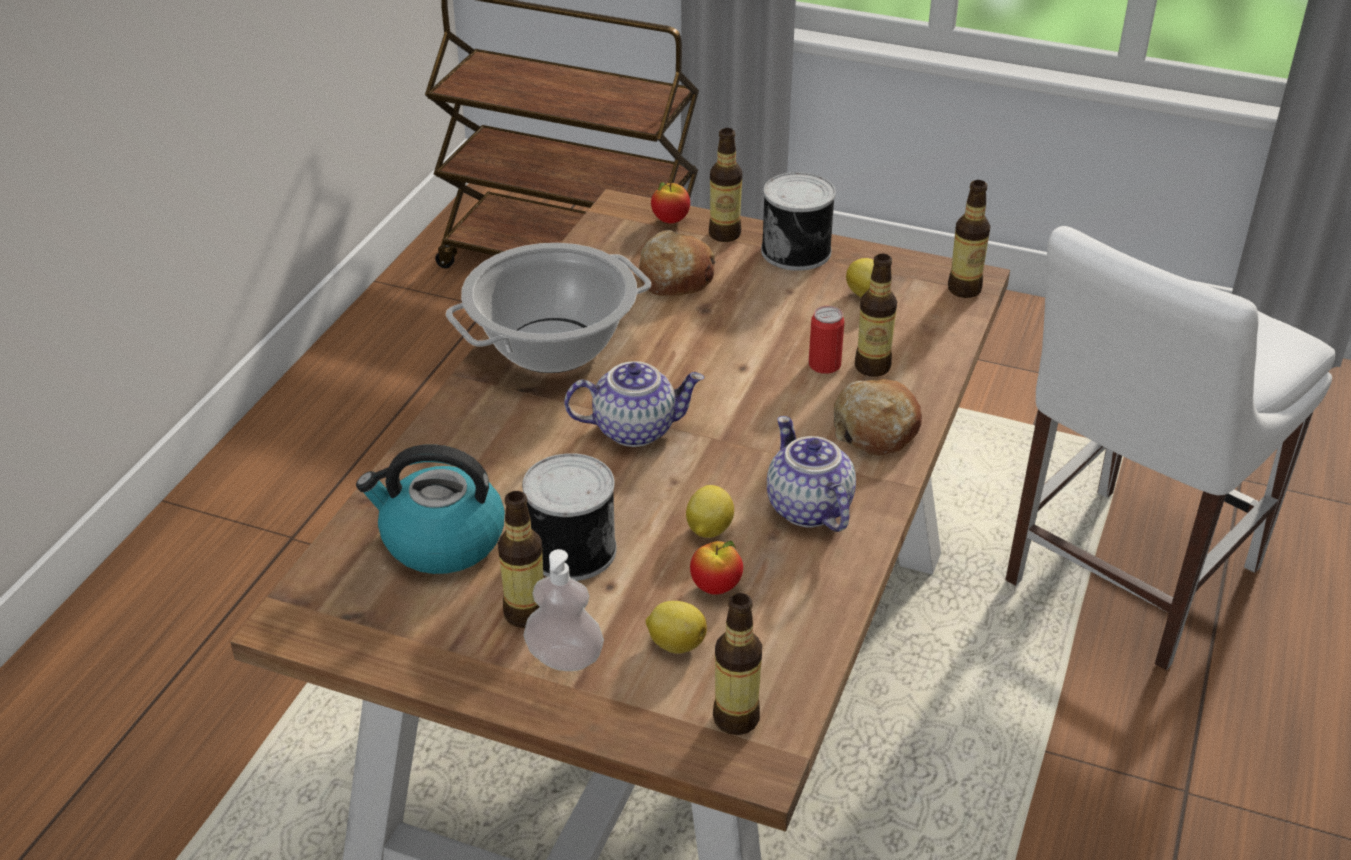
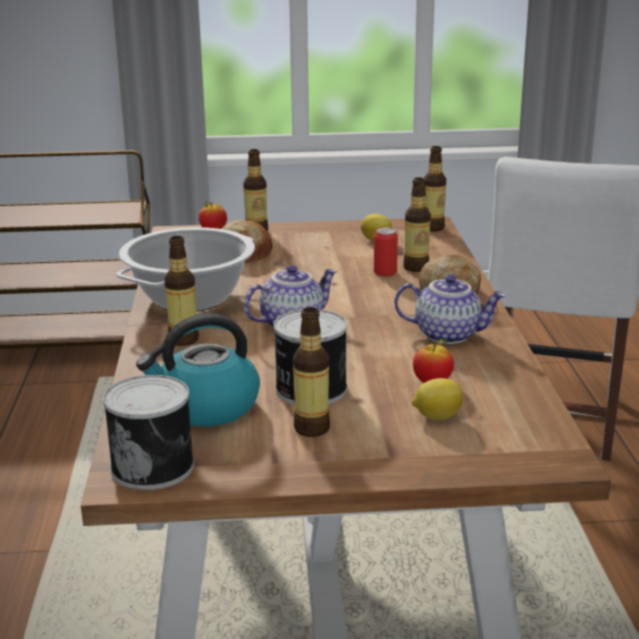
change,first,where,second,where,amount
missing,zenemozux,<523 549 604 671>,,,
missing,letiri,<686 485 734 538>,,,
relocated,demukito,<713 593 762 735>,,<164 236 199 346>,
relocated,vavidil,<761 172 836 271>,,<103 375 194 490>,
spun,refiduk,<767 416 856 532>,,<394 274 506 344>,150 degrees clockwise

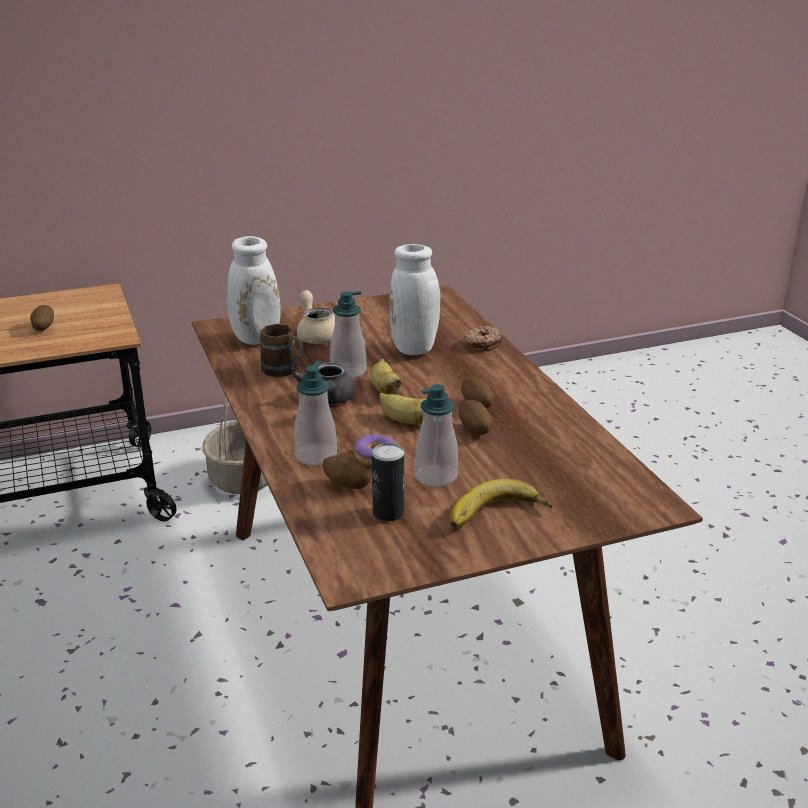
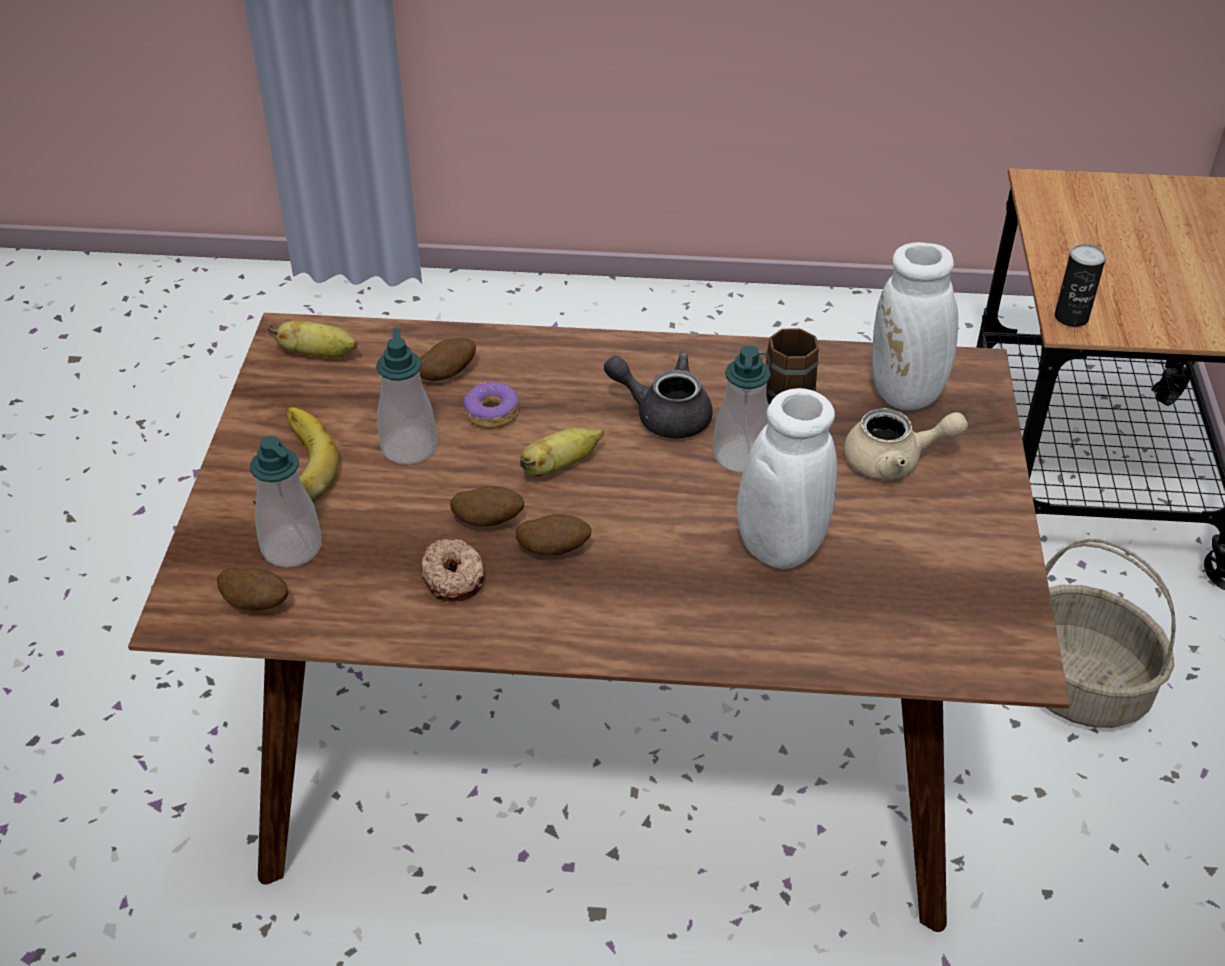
change,first,where,second,where,amount
relocated,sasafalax,<30 305 54 331>,,<217 568 288 611>,
relocated,zenemozux,<294 361 337 465>,,<250 436 322 567>,
relocated,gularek,<371 359 402 394>,,<268 321 358 358>,
relocated,vavidil,<372 443 404 521>,,<1055 244 1106 327>,
relocated,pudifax,<463 326 502 352>,,<421 539 485 602>,

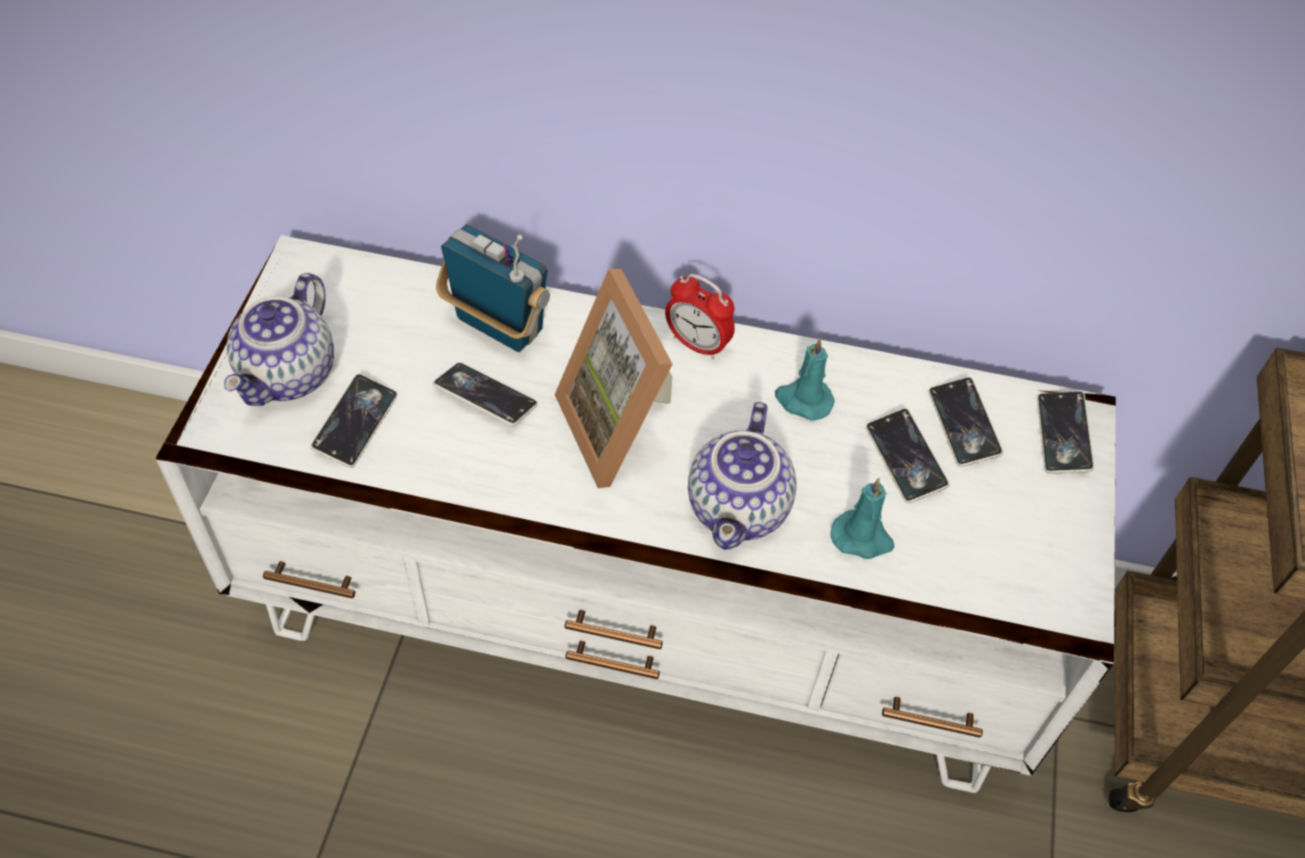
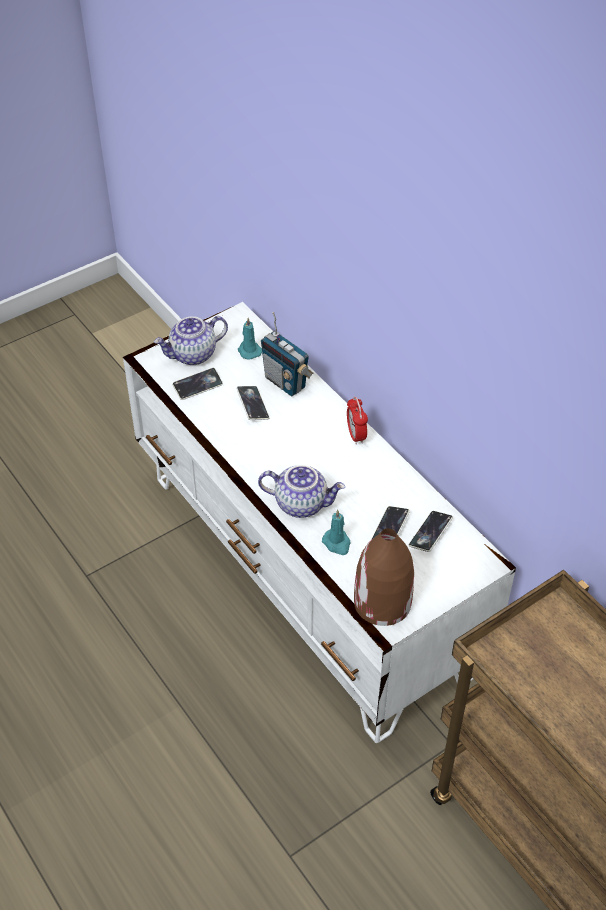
change,first,where,second,where,amount
missing,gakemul,<555 269 672 488>,,,
missing,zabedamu,<1037 391 1094 474>,,,
appeared,,,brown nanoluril,<354 528 414 626>,
relocated,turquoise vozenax,<775 338 835 421>,,<238 318 262 360>,
spun,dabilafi,<436 224 550 352>,,<261 312 313 396>,150 degrees clockwise
spun,refiduk,<688 402 796 550>,,<258 465 345 518>,135 degrees counterclockwise

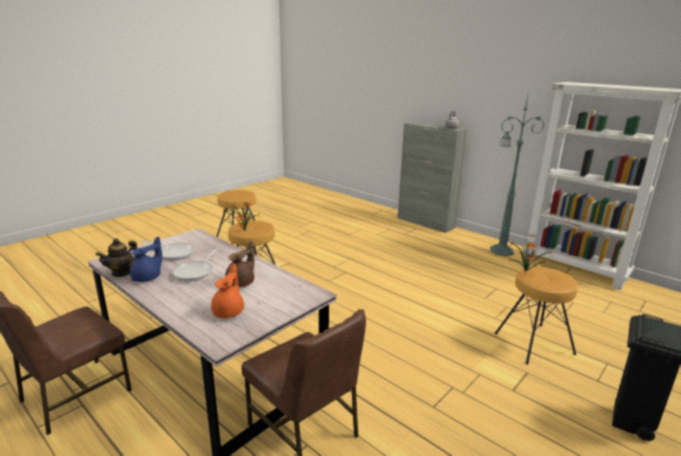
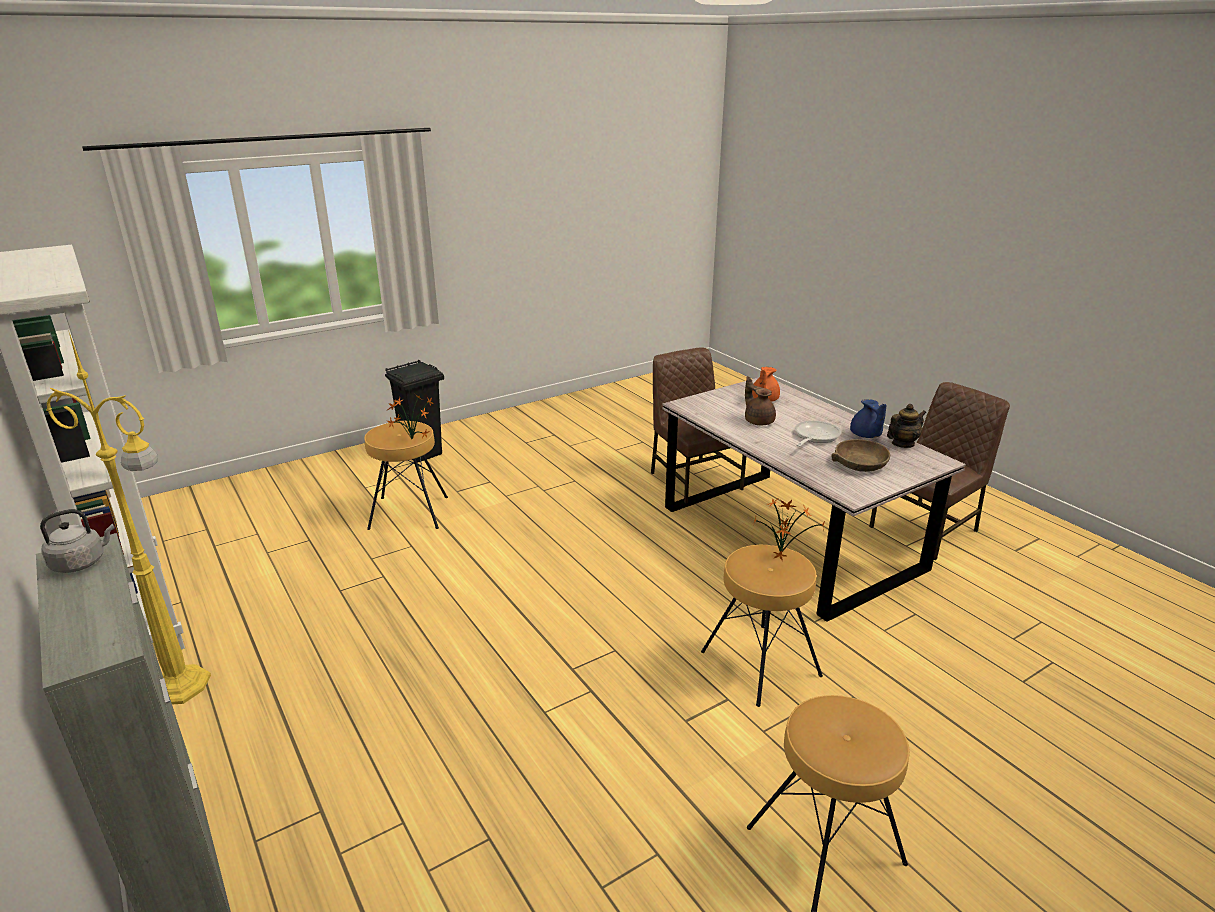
change,first,where,second,where,amount
exchanged,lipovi,<141 240 195 260>,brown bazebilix,<832 439 890 472>,
colour,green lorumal,<490 91 544 256>,yellow lorumal,<47 330 211 705>,
spun,blue refiduk,<130 236 162 282>,,<850 399 886 438>,60 degrees counterclockwise
spun,brown refiduk,<225 241 255 287>,,<745 376 776 425>,105 degrees clockwise

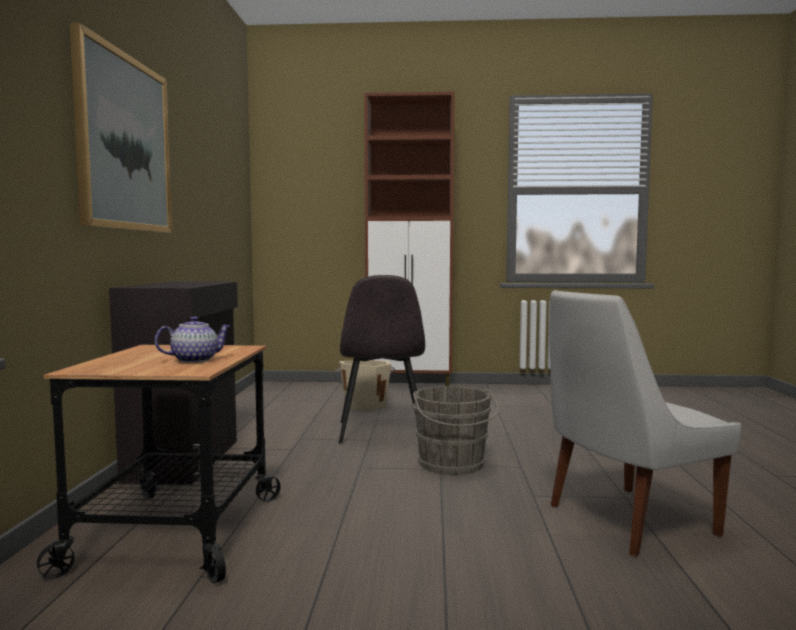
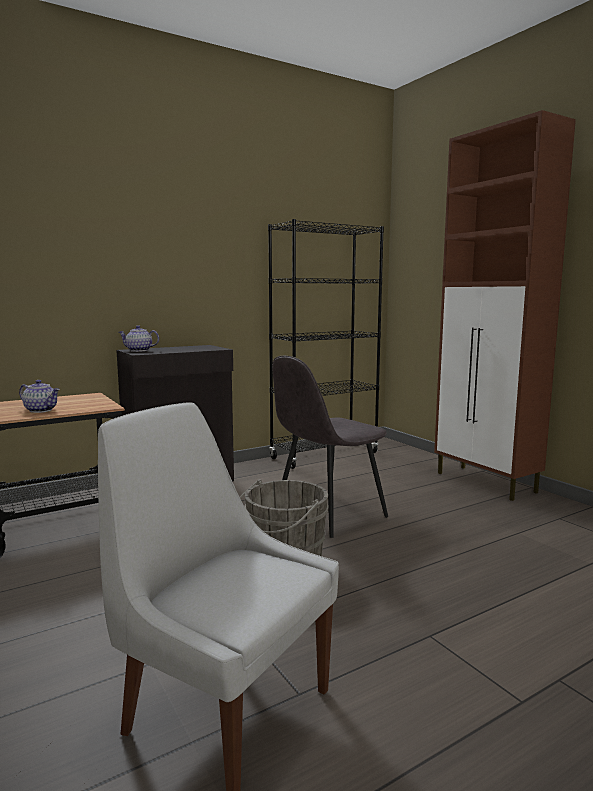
change,first,where,second,where,amount
missing,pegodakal,<70 22 172 233>,,,
missing,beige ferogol,<333 360 396 411>,,,
appeared,,,refiduk,<119 325 159 352>,
appeared,,,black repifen,<268 219 384 469>,

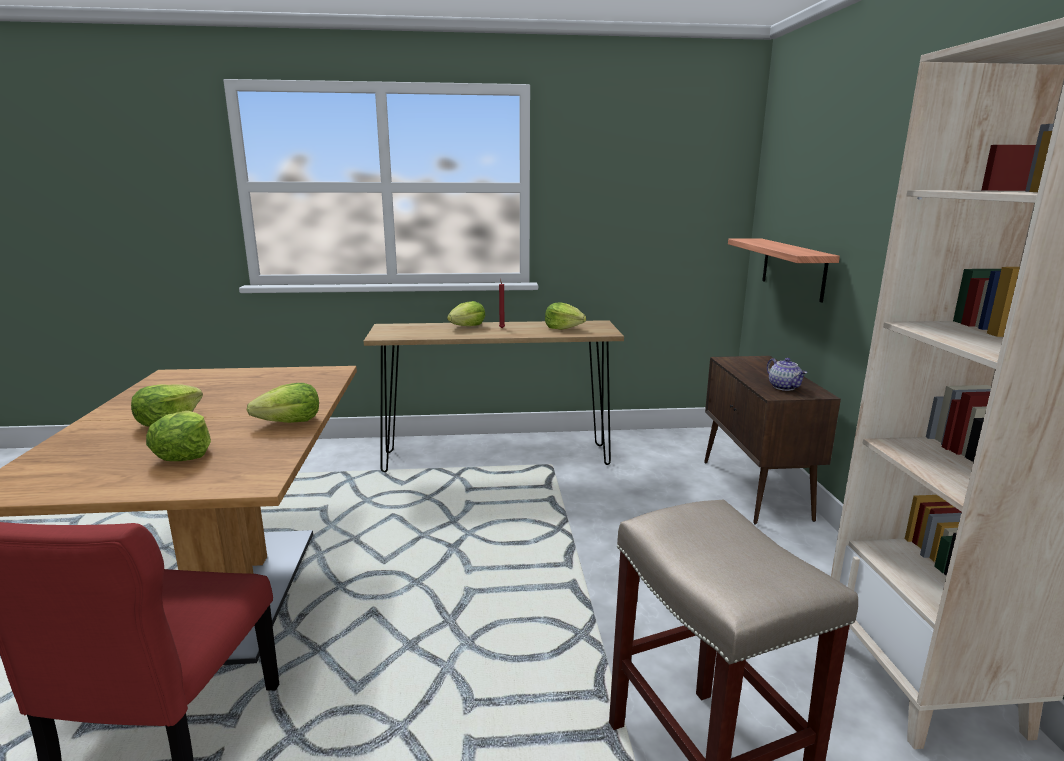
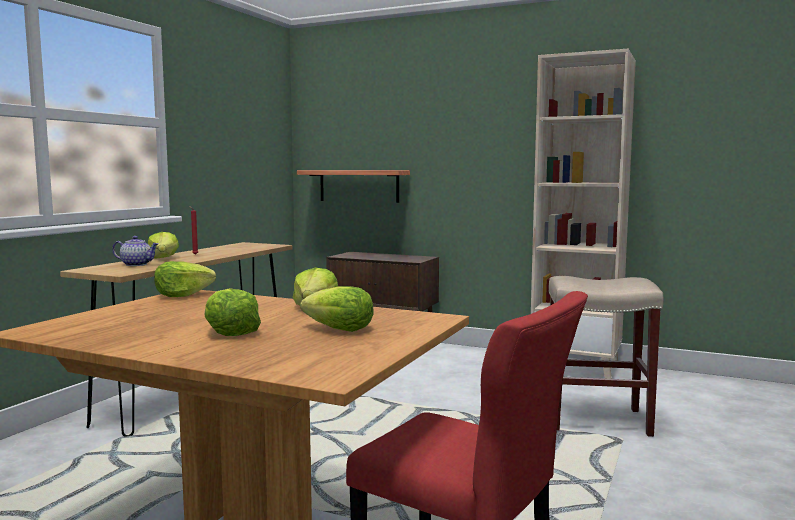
change,first,where,second,where,amount
relocated,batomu,<545 303 586 330>,,<154 261 216 297>,
relocated,refiduk,<767 358 807 391>,,<112 236 158 266>,

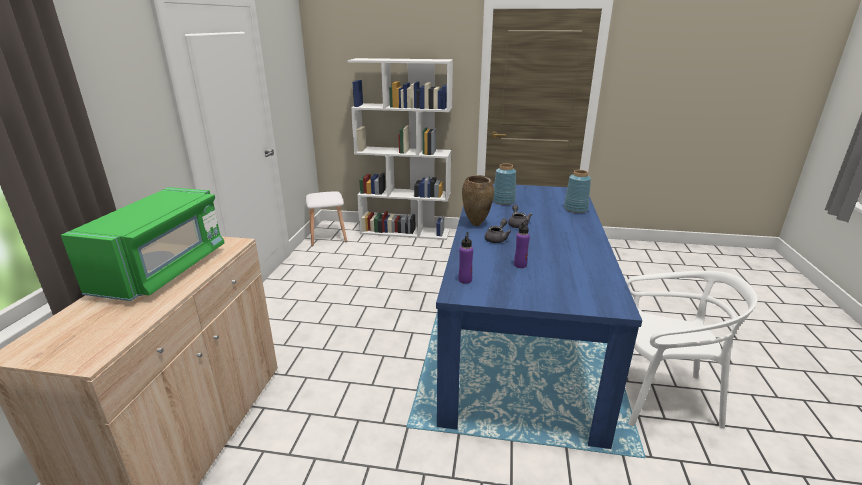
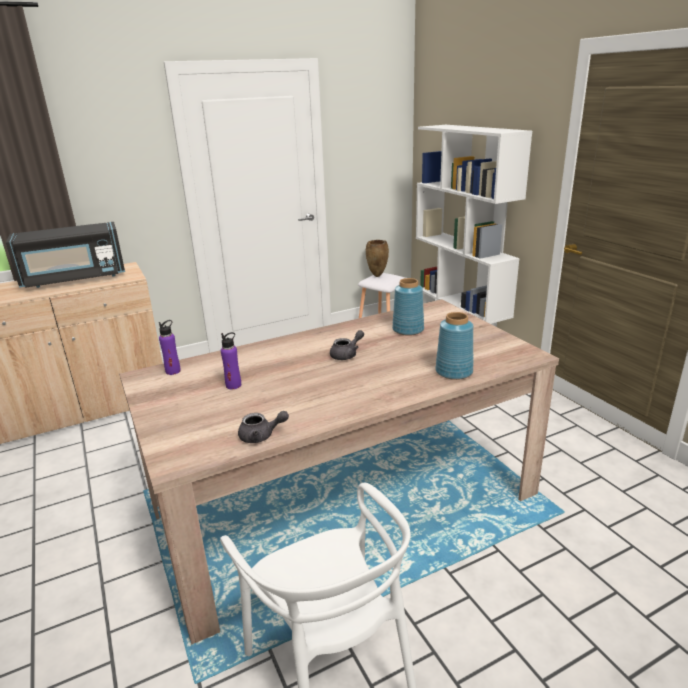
change,first,where,second,where,amount
relocated,brown nanoluril,<462 175 494 226>,,<366 240 389 277>,
relocated,grey refiduk,<485 218 511 243>,,<238 411 289 443>,
colour,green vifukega,<61 187 225 301>,black vifukega,<6 222 125 288>,
colour,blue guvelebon,<436 184 642 449>,beige guvelebon,<119 299 559 645>,

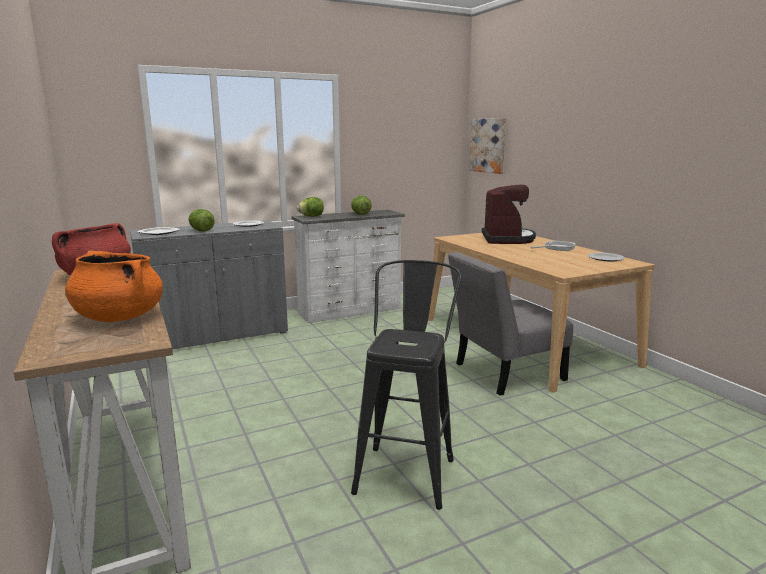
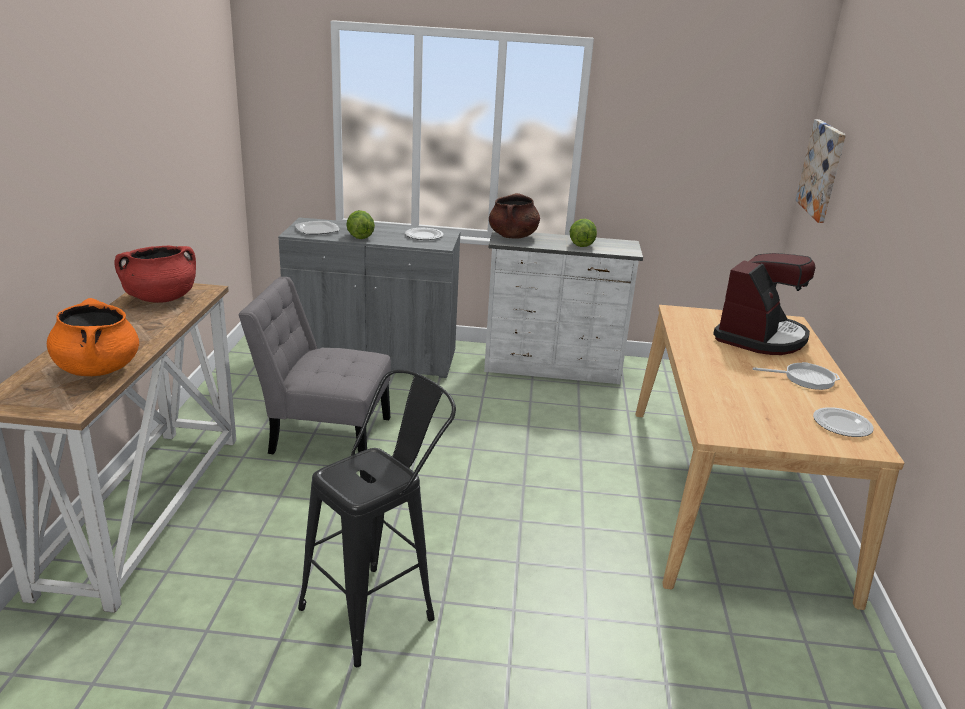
change,first,where,second,where,amount
relocated,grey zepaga,<448 252 573 396>,,<238 277 391 454>,
exchanged,batomu,<297 197 324 217>,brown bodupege,<489 193 540 239>,

